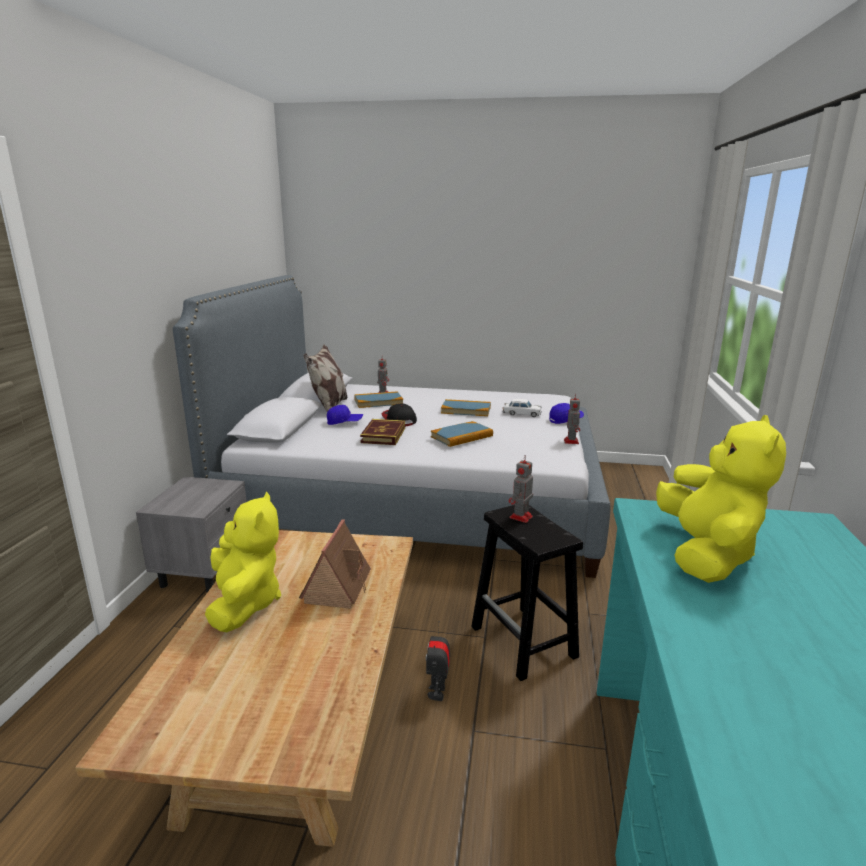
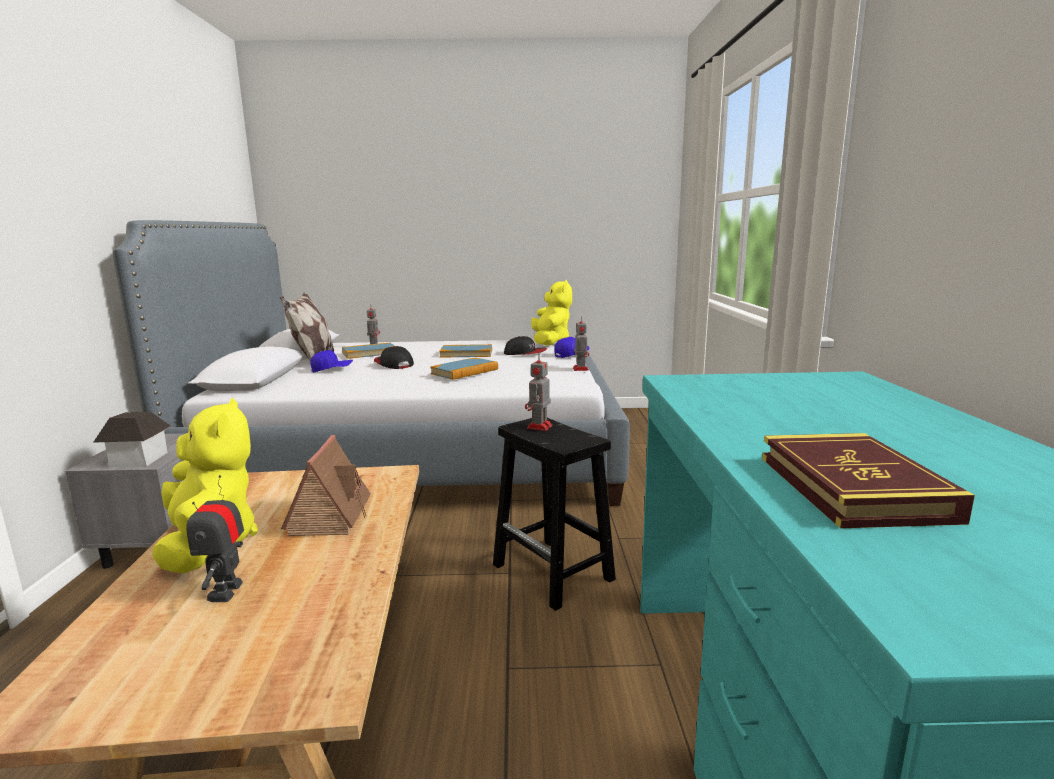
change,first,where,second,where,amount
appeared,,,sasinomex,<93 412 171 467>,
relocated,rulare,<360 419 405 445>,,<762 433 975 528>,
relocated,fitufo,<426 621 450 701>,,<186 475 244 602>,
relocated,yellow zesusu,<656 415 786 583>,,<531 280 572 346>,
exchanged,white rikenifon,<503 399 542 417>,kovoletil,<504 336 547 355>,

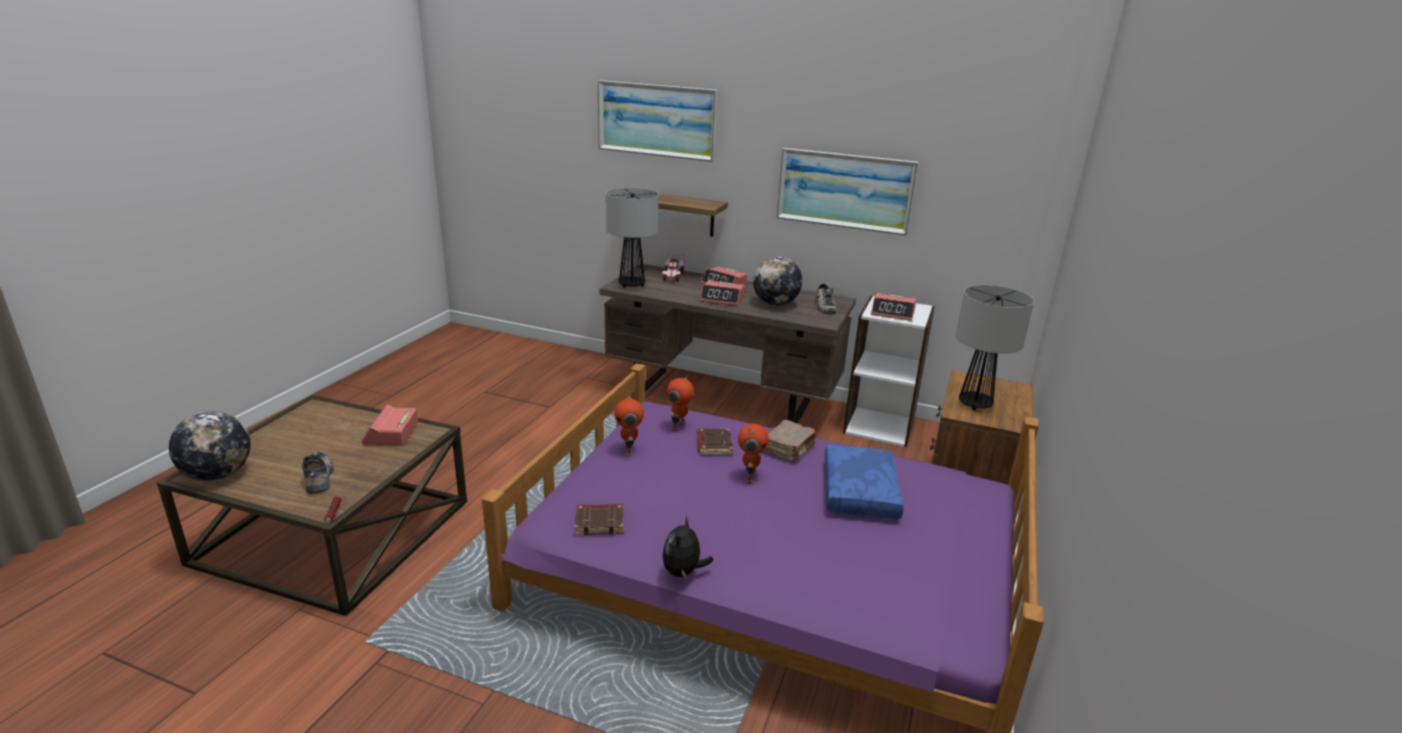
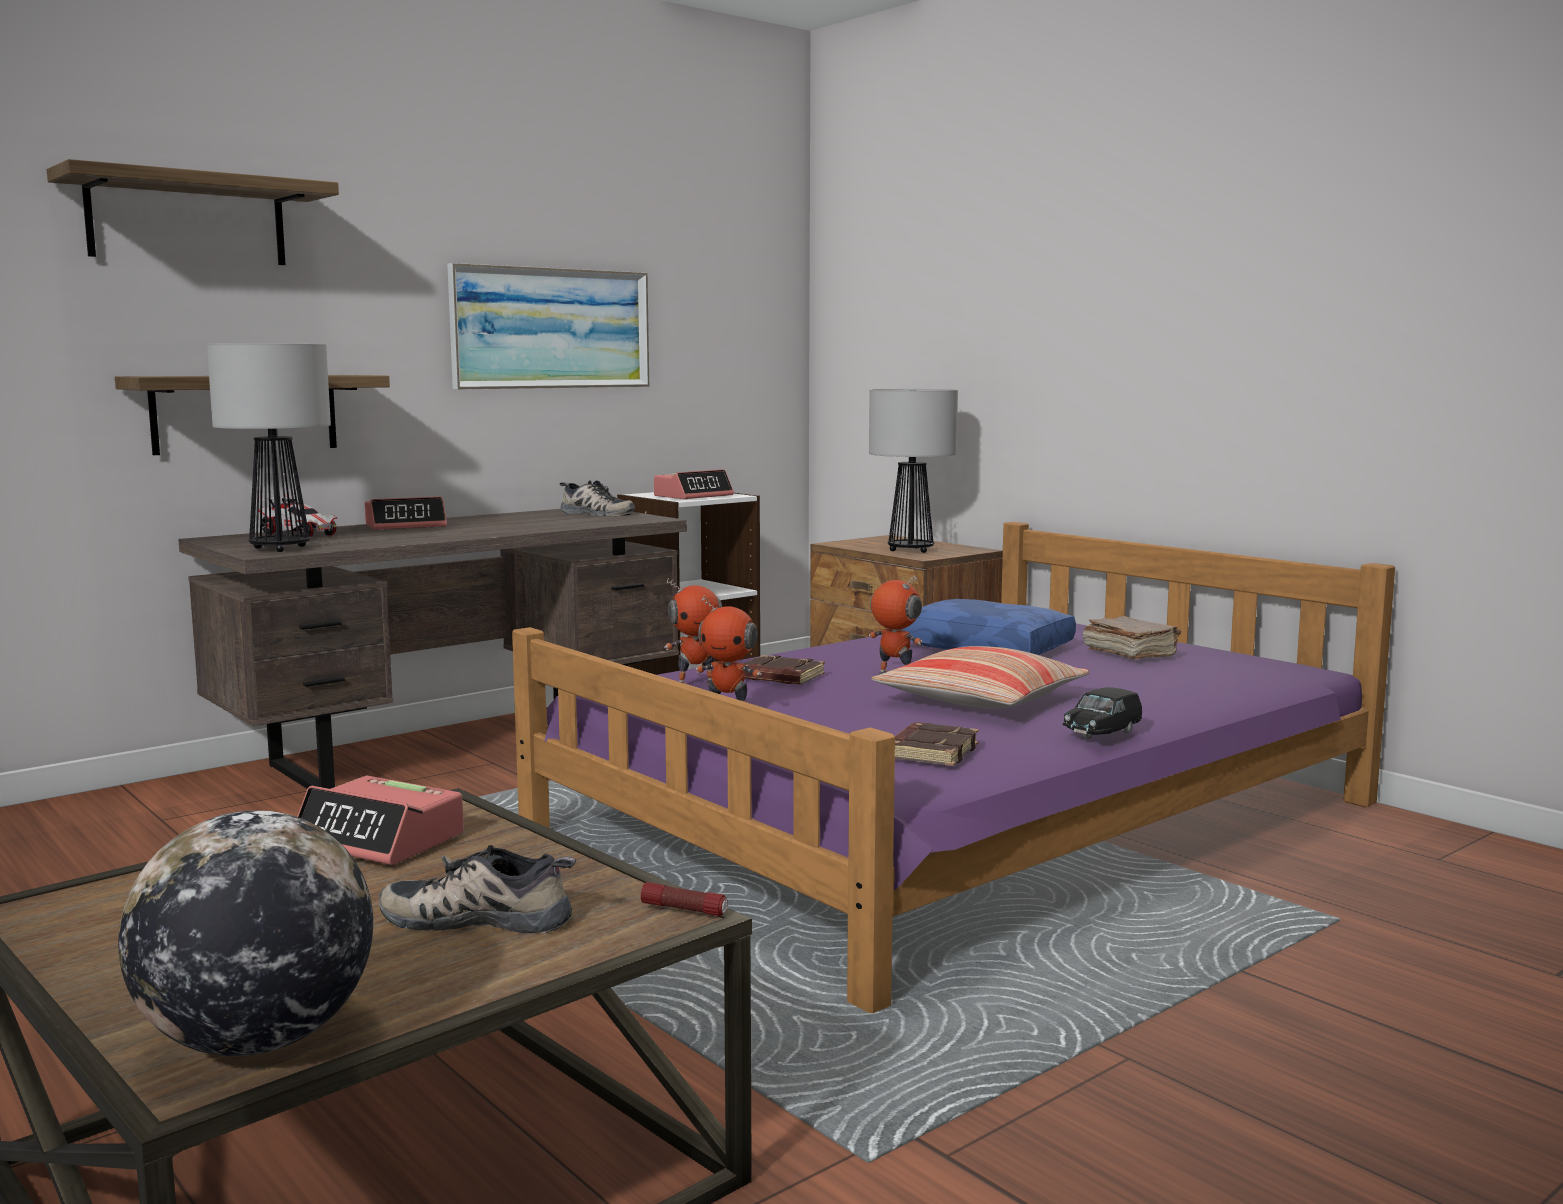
change,first,where,second,where,amount
missing,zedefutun,<700 281 744 306>,,,
missing,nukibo,<753 256 802 306>,,,
appeared,,,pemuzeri,<871 646 1090 709>,
relocated,brown rulare,<765 420 816 461>,,<1083 616 1181 659>,
exchanged,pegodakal,<598 80 718 162>,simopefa,<47 159 339 265>,
exchanged,zesusu,<662 516 713 579>,black rikenifon,<1063 687 1142 739>,
spun,fitufo,<666 371 694 432>,,<664 578 722 685>,75 degrees counterclockwise

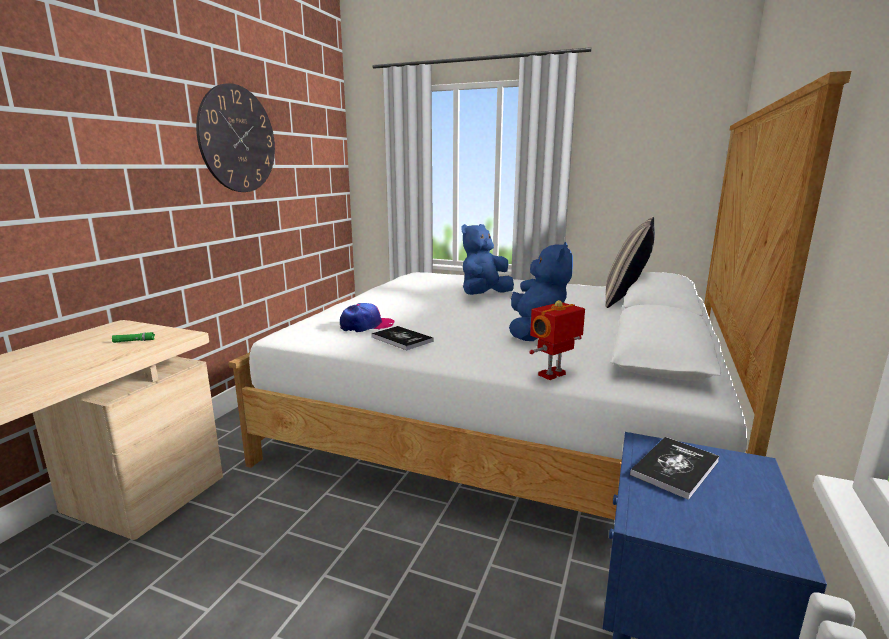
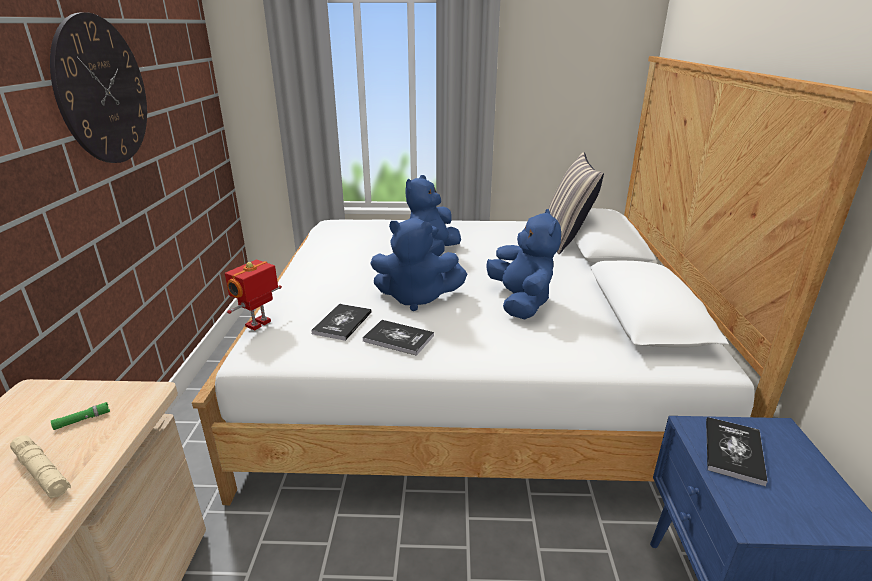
change,first,where,second,where,amount
appeared,,,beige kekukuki,<10 436 71 499>,
appeared,,,blue zesusu,<370 218 467 311>,
relocated,fitufo,<529 300 585 380>,,<225 260 282 330>,
exchanged,kovoletil,<340 303 395 332>,rulare,<311 304 372 341>,

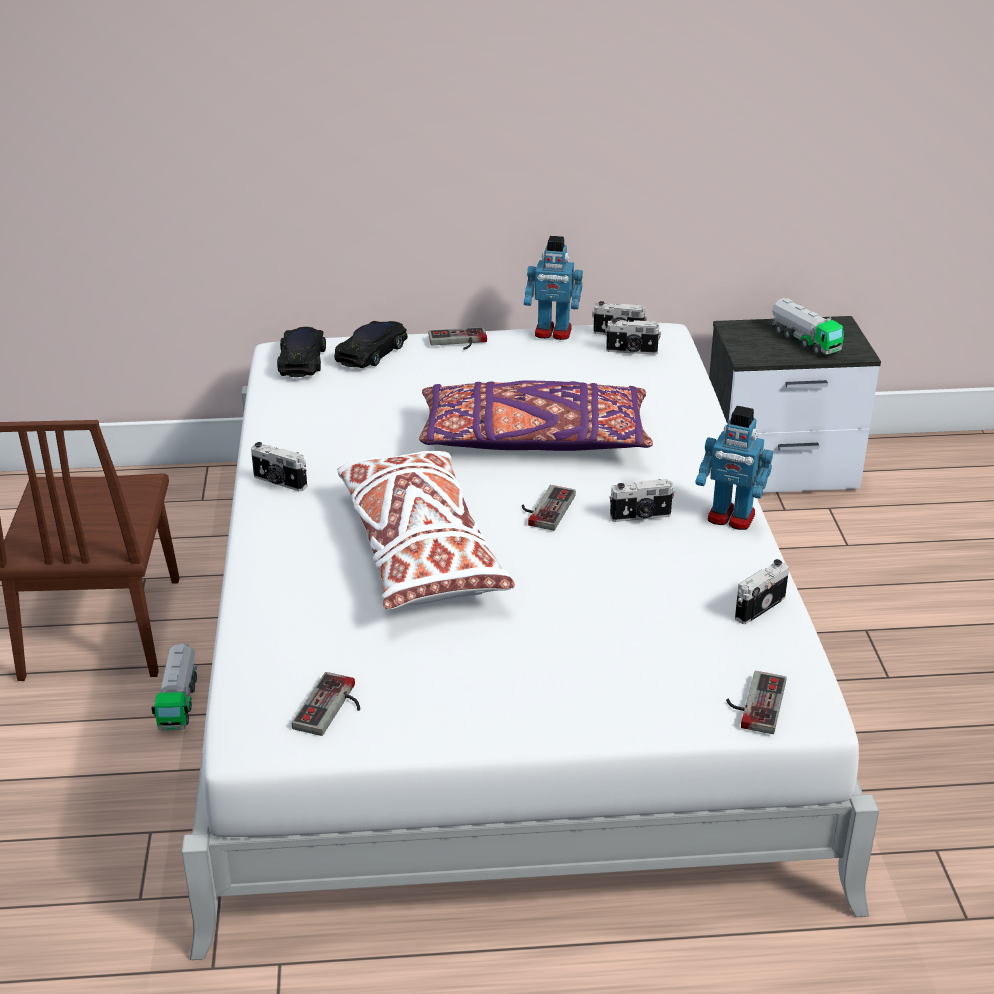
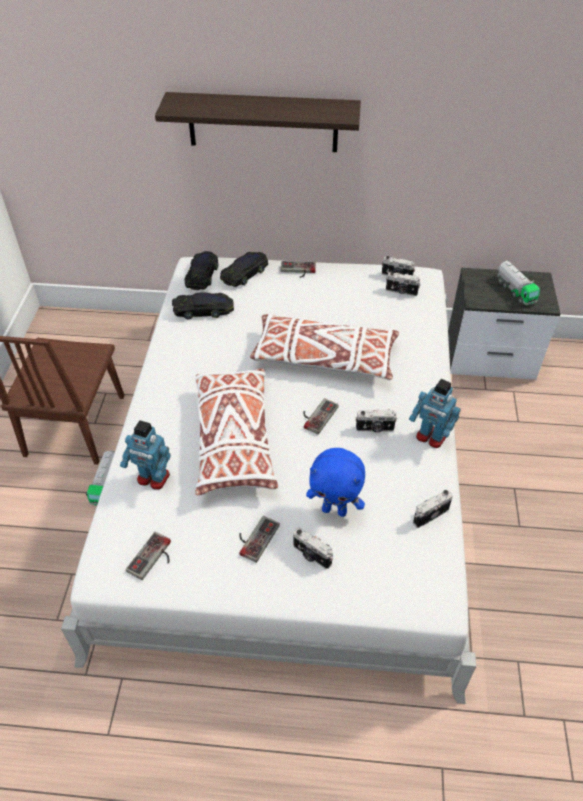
change,first,where,second,where,amount
appeared,,,simopefa,<155 92 361 152>,
appeared,,,black rikenifon,<172 292 234 319>,
appeared,,,blue zesusu,<306 448 365 517>,
relocated,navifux,<251 442 307 491>,,<293 527 333 569>,
relocated,fitufo,<524 236 583 340>,,<120 420 170 490>,
relocated,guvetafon,<726 671 787 734>,,<239 516 280 563>,
colour,purple pemuzeri,<419 380 653 451>,white pemuzeri,<250 313 399 380>,

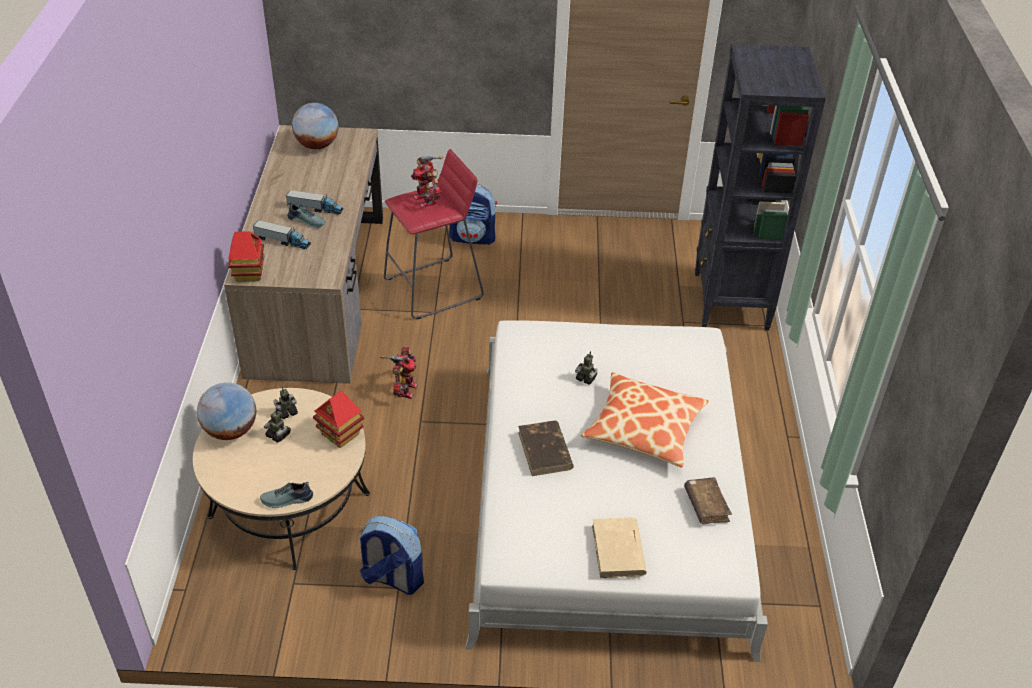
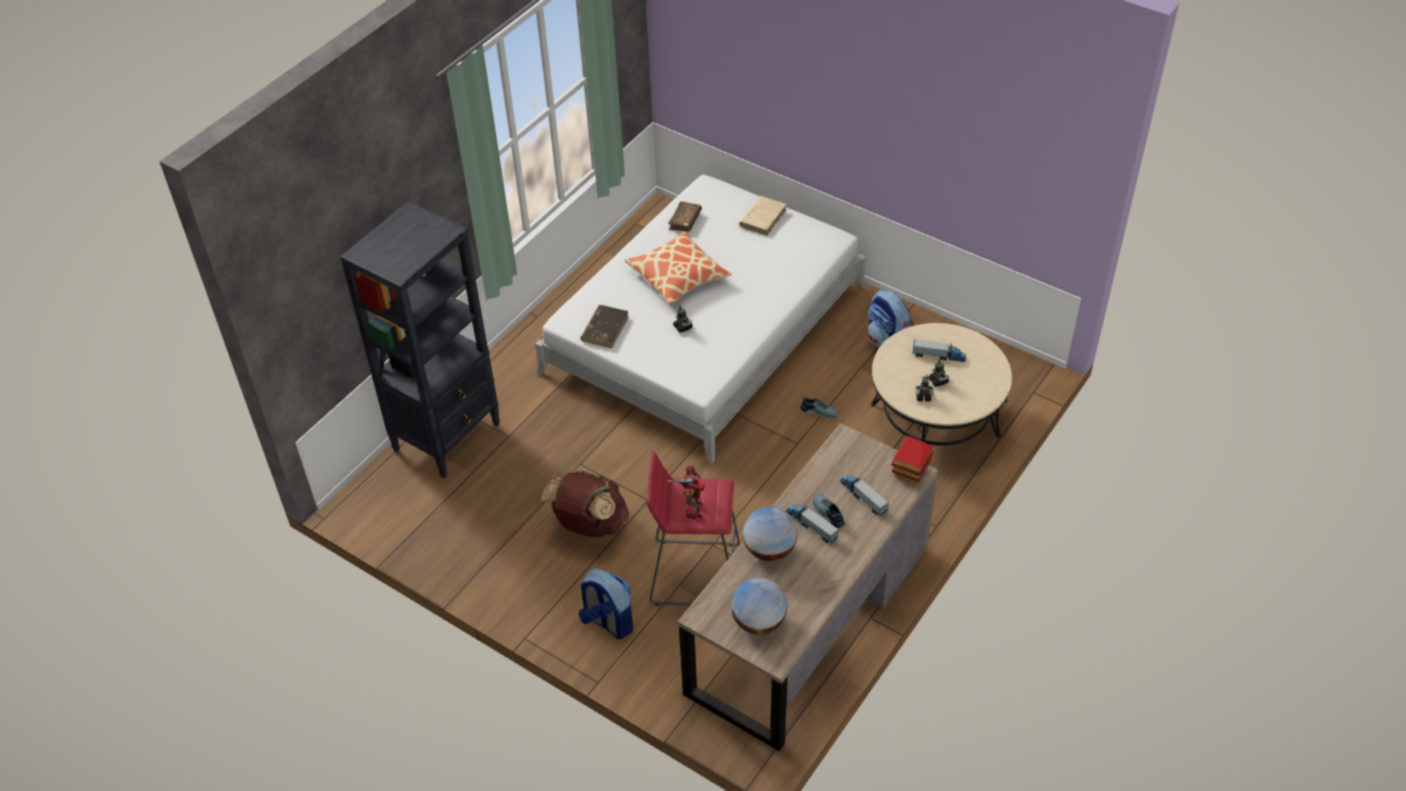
change,first,where,second,where,amount
missing,sasinomex,<313 390 364 448>,,,
missing,fitufo,<380 346 418 399>,,,
appeared,,,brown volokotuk,<541 470 629 537>,
appeared,,,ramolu,<912 339 966 362>,
relocated,nukibo,<197 382 256 440>,,<743 506 797 561>,
relocated,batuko,<260 482 313 508>,,<801 397 838 419>,
relocated,brown rulare,<518 421 574 476>,,<580 305 629 348>,

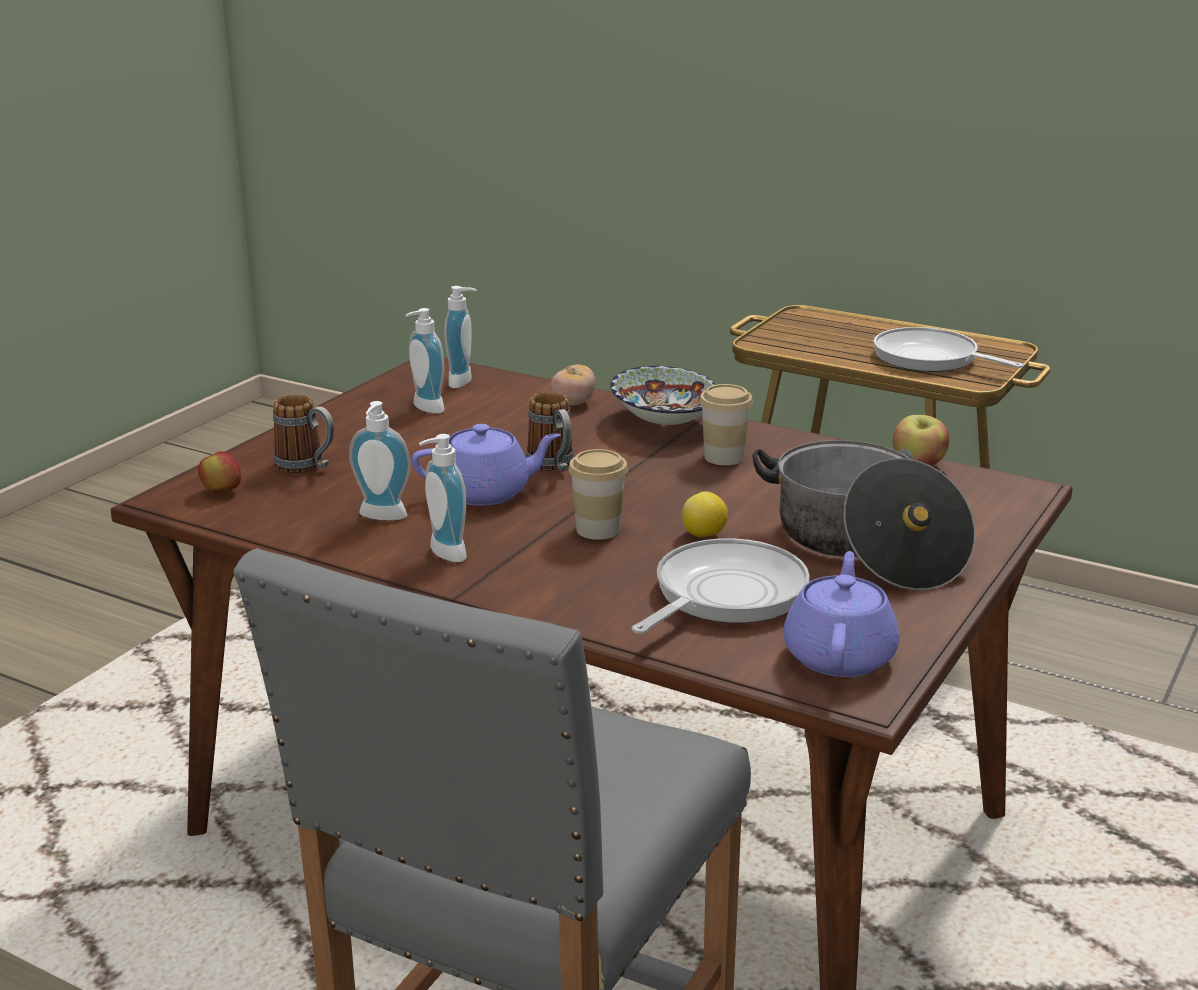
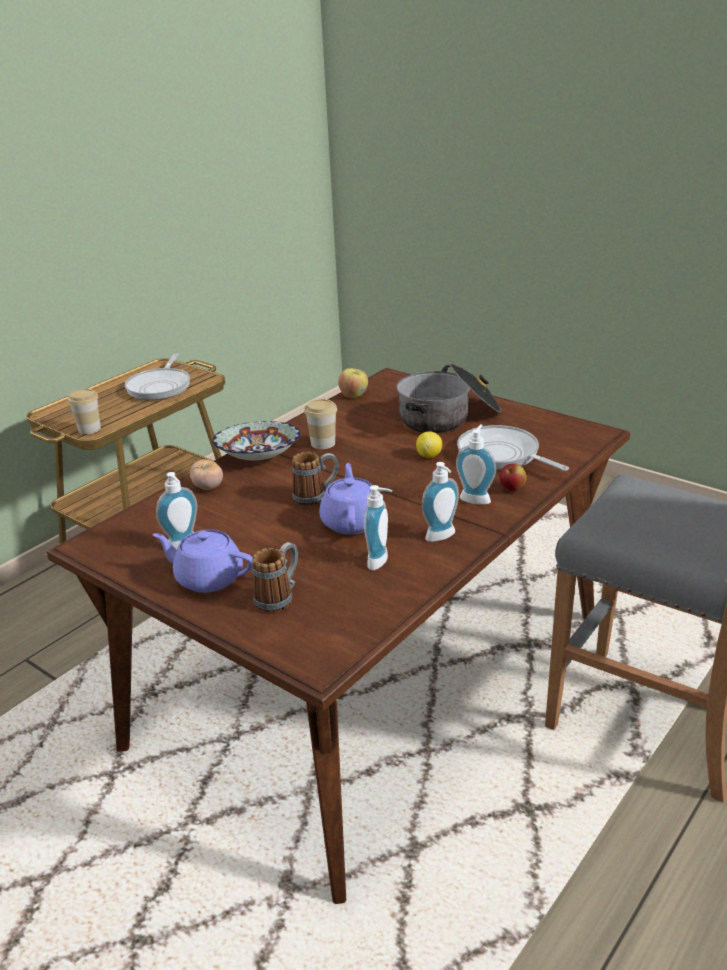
change,first,where,second,where,amount
relocated,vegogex,<198 452 241 493>,,<499 464 527 491>,
relocated,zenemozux,<445 286 477 388>,,<456 424 496 504>,
relocated,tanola,<568 449 628 540>,,<68 389 101 434>,
relocated,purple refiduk,<783 551 899 677>,,<152 530 253 593>,
spun,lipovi,<874 327 1023 372>,,<125 353 190 400>,45 degrees counterclockwise

